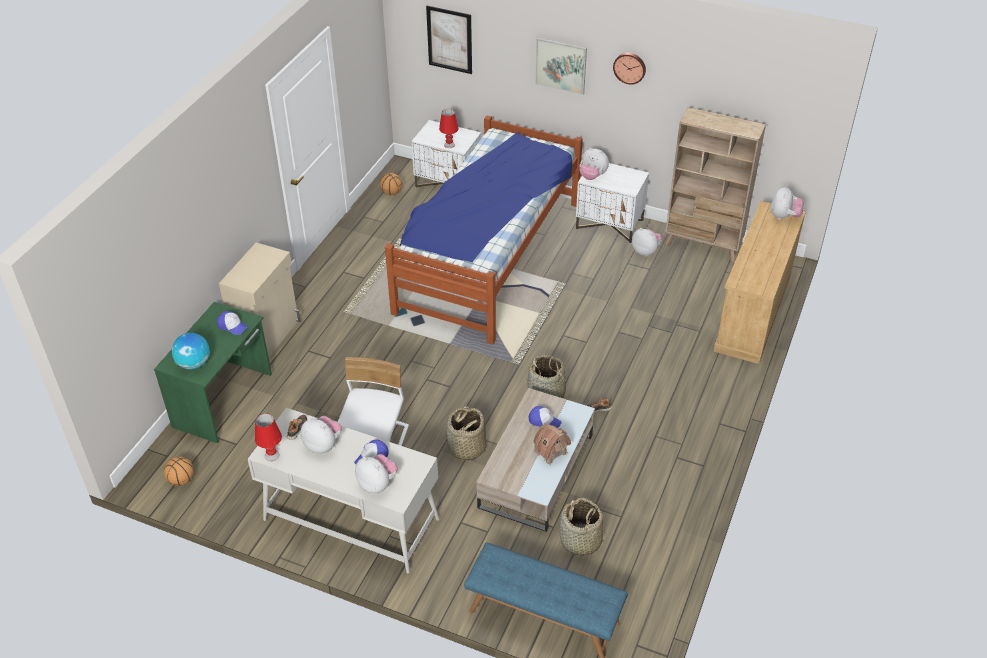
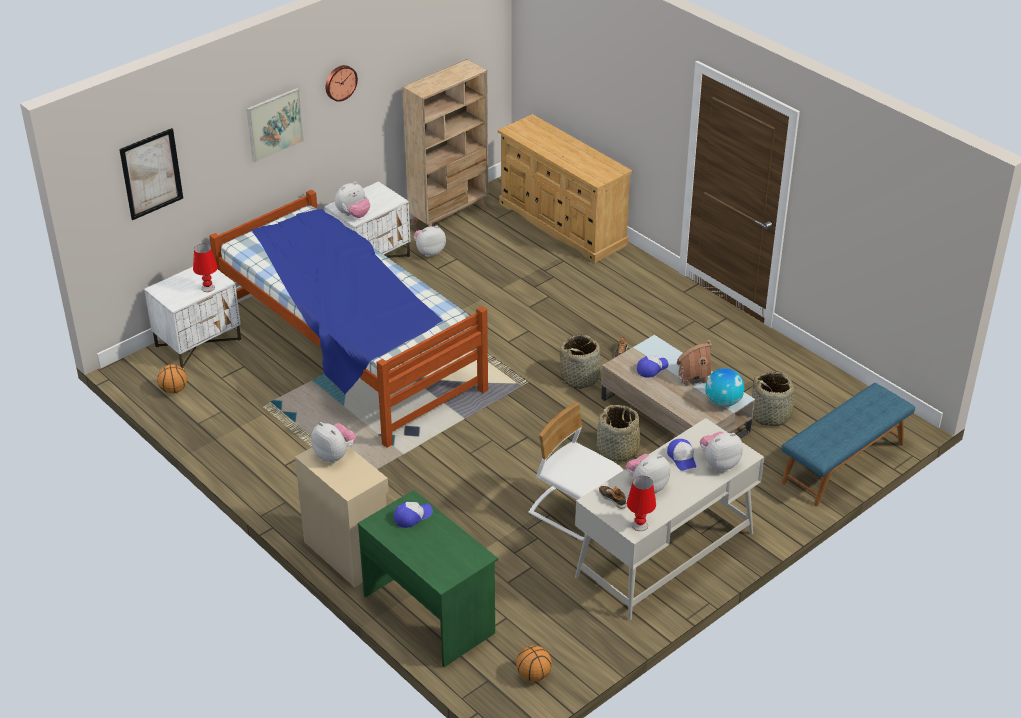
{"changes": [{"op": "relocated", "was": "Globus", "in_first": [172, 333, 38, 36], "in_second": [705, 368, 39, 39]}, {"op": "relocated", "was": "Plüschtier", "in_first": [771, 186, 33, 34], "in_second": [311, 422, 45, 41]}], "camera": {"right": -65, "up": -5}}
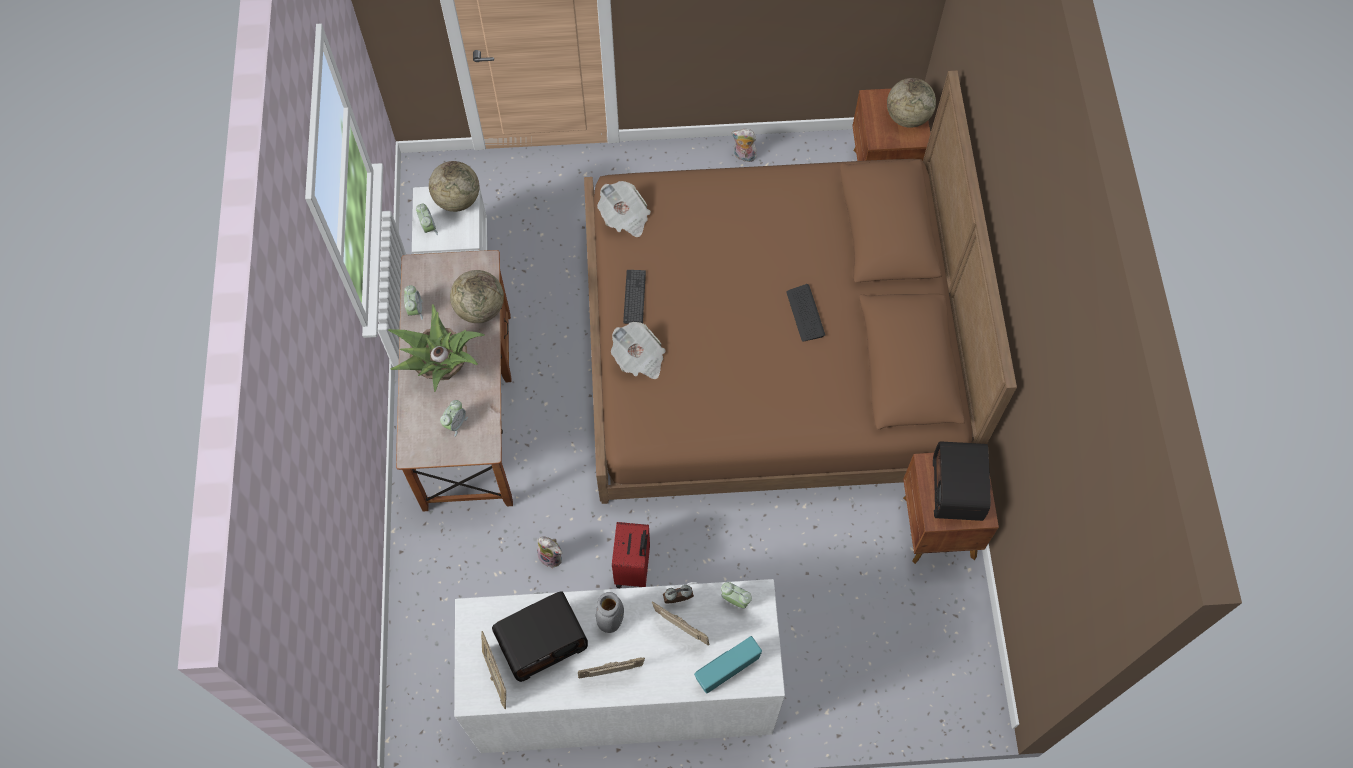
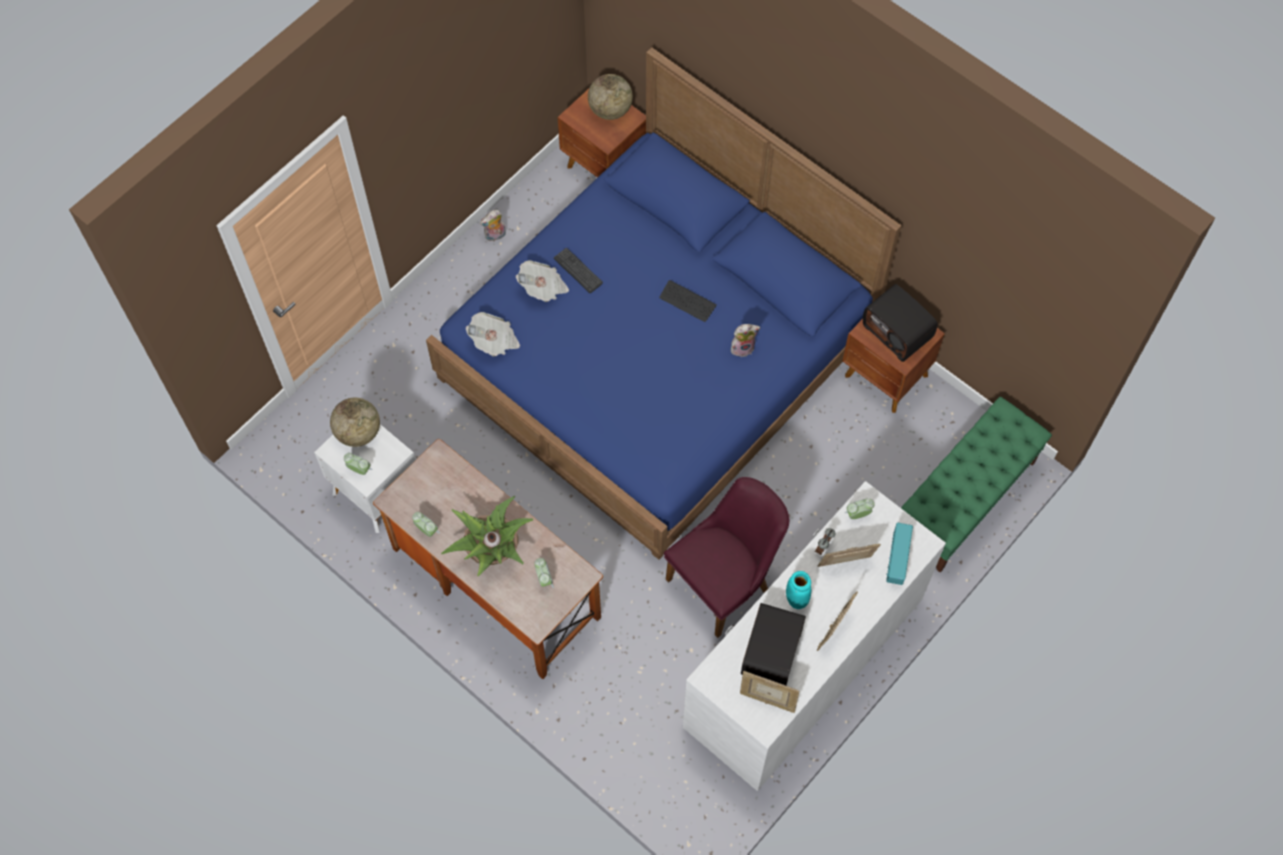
{"changes": [{"op": "missing", "was": "Globus", "in_first": [450, 270, 54, 53]}, {"op": "relocated", "was": "Plüschtier", "in_first": [537, 537, 26, 31], "in_second": [731, 324, 29, 33]}, {"op": "colour", "was": "Bett (braun)", "now": "Bett (blau)", "in_first": [584, 71, 433, 433], "in_second": [426, 47, 476, 513]}, {"op": "colour", "was": "Vase (grau)", "now": "Vase (türkis)", "in_first": [596, 592, 28, 41], "in_second": [786, 571, 25, 38]}, {"op": "relocated", "was": "Zeitung", "in_first": [611, 322, 55, 57], "in_second": [516, 260, 53, 42]}, {"op": "exchanged", "was": "Koffer (rot)", "now": "Stuhl (lila)", "in_first": [612, 522, 38, 66], "in_second": [664, 477, 126, 161]}, {"op": "relocated", "was": "Tastatur", "in_first": [623, 270, 23, 54], "in_second": [554, 248, 49, 45]}, {"op": "appeared", "now": "Bank (grün)", "in_second": [901, 397, 151, 176]}], "camera": {"right": -45, "up": 0}}
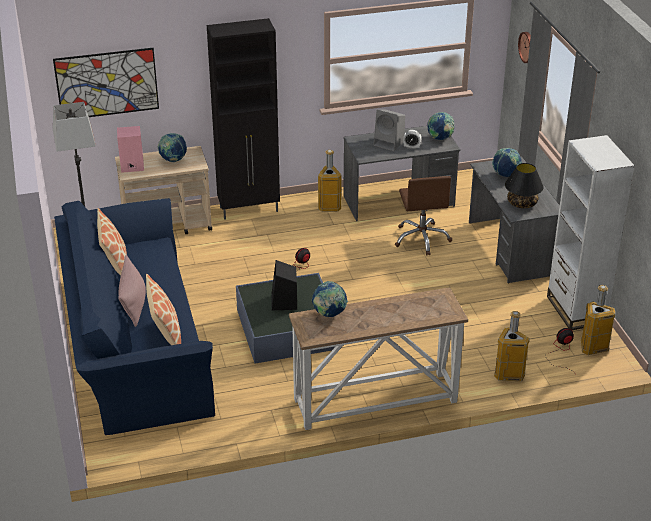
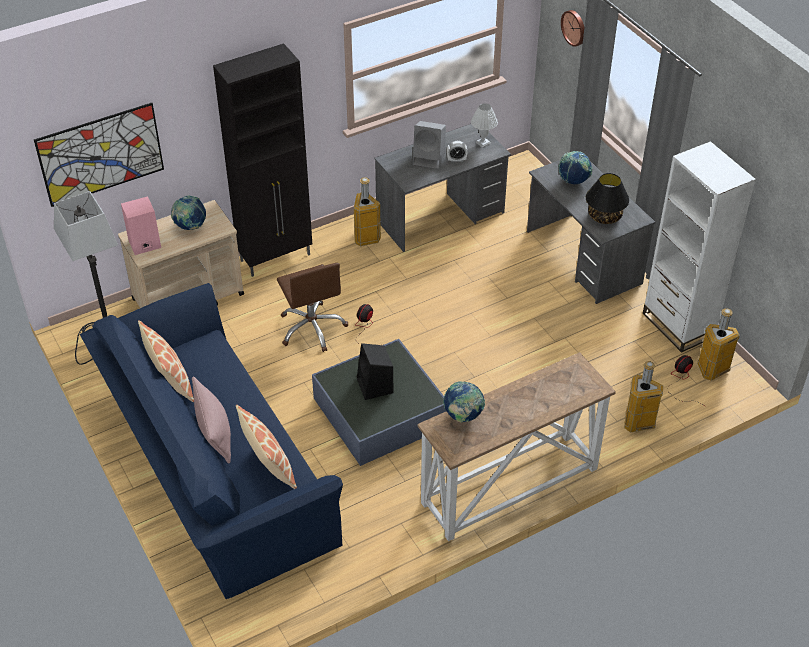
{"changes": [{"op": "relocated", "was": "Bürostuhl (braun)", "in_first": [395, 176, 57, 80], "in_second": [277, 263, 71, 89]}, {"op": "exchanged", "was": "Globus", "now": "Tischlampe (weiß)", "in_first": [428, 112, 26, 28], "in_second": [471, 103, 27, 45]}], "camera": {"right": -15, "up": 10}}
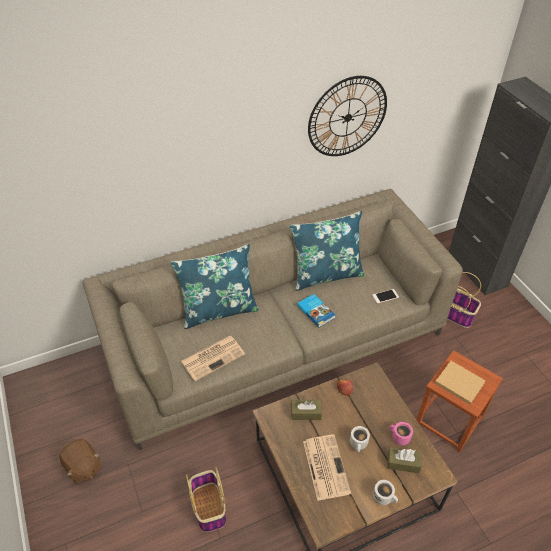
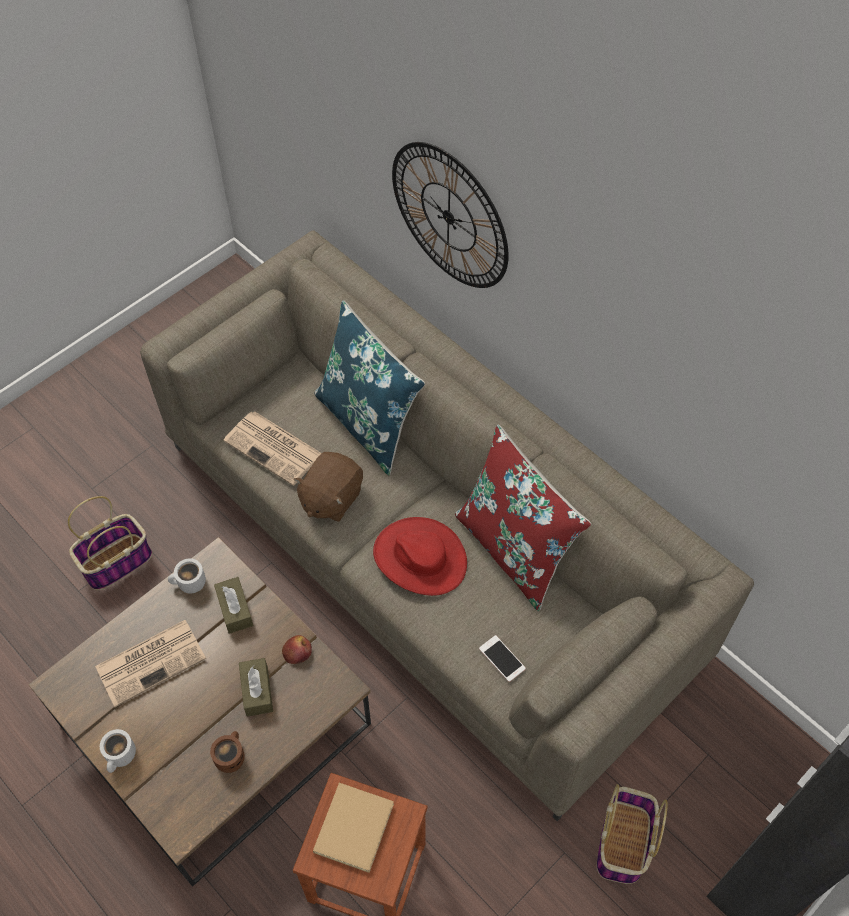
{"changes": [{"op": "relocated", "was": "Plüschtier (braun)", "in_first": [59, 439, 42, 45], "in_second": [294, 452, 69, 70]}, {"op": "colour", "was": "Kissen (blau)", "now": "Kissen (rot)", "in_first": [290, 211, 74, 80], "in_second": [455, 424, 136, 187]}, {"op": "exchanged", "was": "Buch", "now": "Hut (rot)", "in_first": [297, 294, 38, 34], "in_second": [373, 517, 94, 79]}, {"op": "relocated", "was": "Wanduhr", "in_first": [308, 76, 79, 80], "in_second": [392, 142, 117, 146]}, {"op": "relocated", "was": "Henkelbecher (weiß)", "in_first": [350, 426, 20, 26], "in_second": [168, 558, 38, 36]}, {"op": "relocated", "was": "Taschentuchbox (braun)", "in_first": [387, 447, 34, 26], "in_second": [239, 658, 34, 59]}, {"op": "colour", "was": "Henkelbecher (rosa)", "now": "Henkelbecher (braun)", "in_first": [389, 422, 24, 23], "in_second": [210, 731, 35, 42]}], "camera": {"right": 70, "up": 10}}
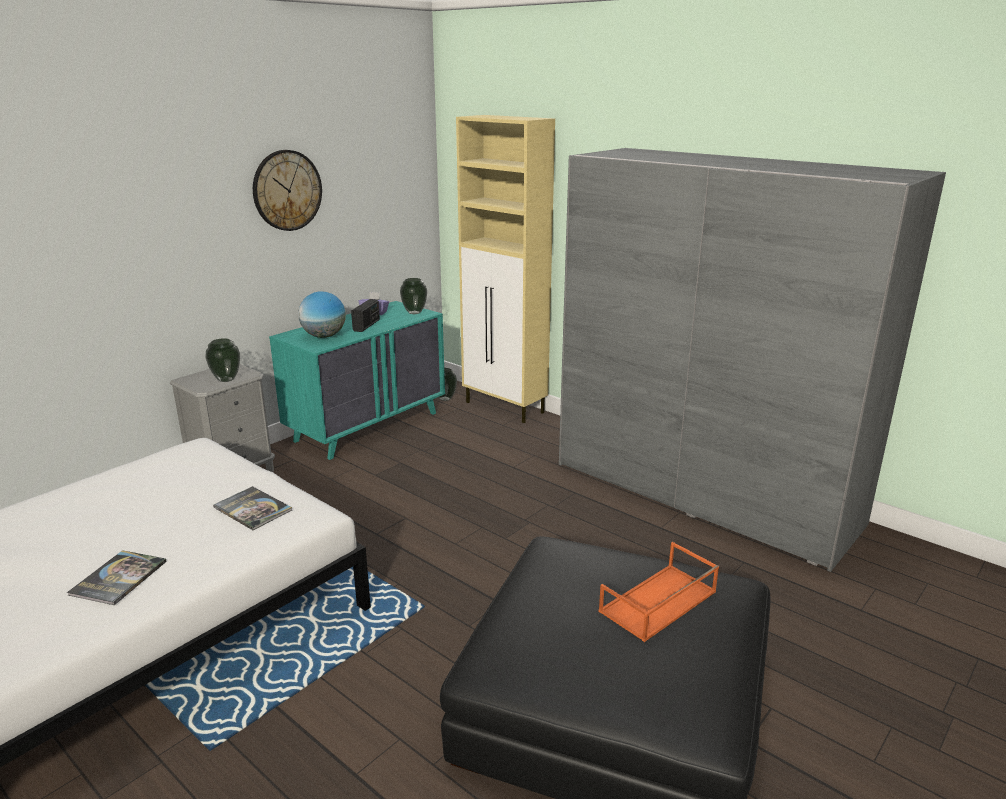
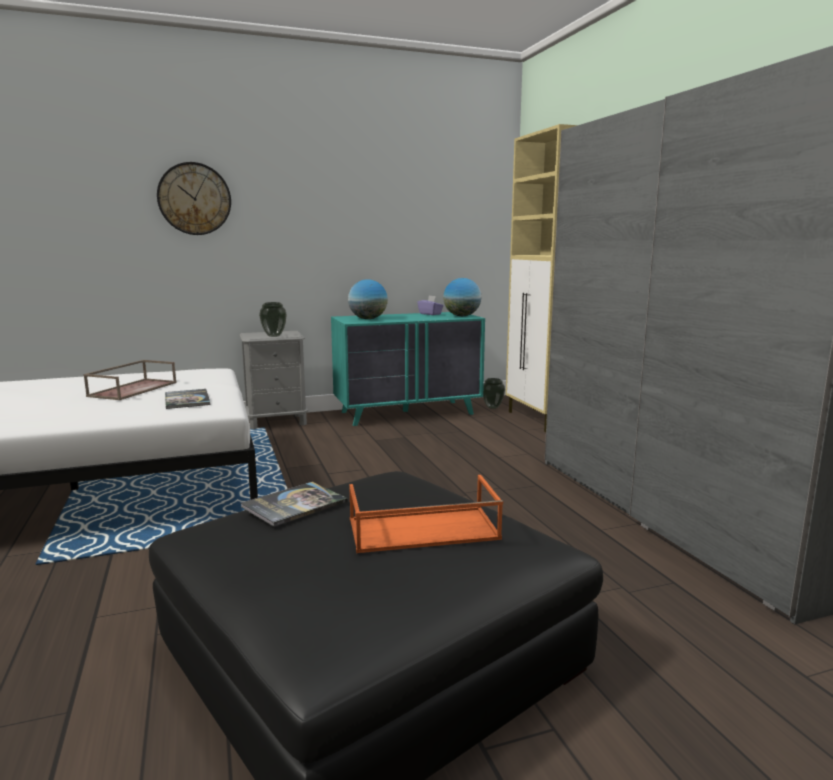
{"changes": [{"op": "relocated", "was": "Buch", "in_first": [67, 550, 100, 55], "in_second": [241, 482, 107, 45]}, {"op": "relocated", "was": "Wanduhr", "in_first": [253, 150, 69, 81], "in_second": [157, 162, 74, 73]}, {"op": "missing", "was": "Radio", "in_first": [351, 299, 29, 33]}, {"op": "exchanged", "was": "Vase", "now": "Globus", "in_first": [400, 278, 27, 36], "in_second": [443, 278, 39, 38]}, {"op": "appeared", "now": "Tablett (braun)", "in_second": [83, 360, 94, 40]}], "camera": {"right": 30, "up": -10}}
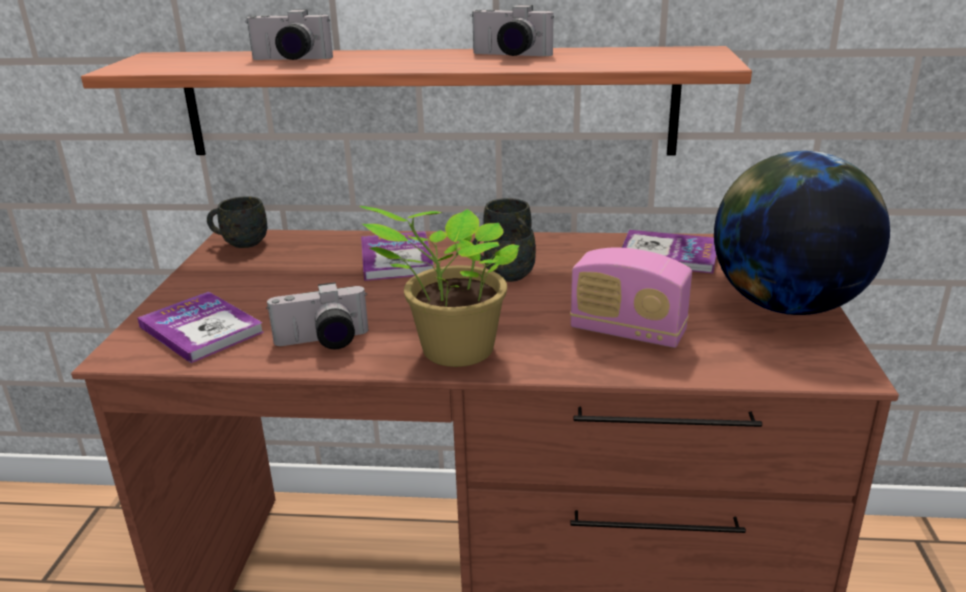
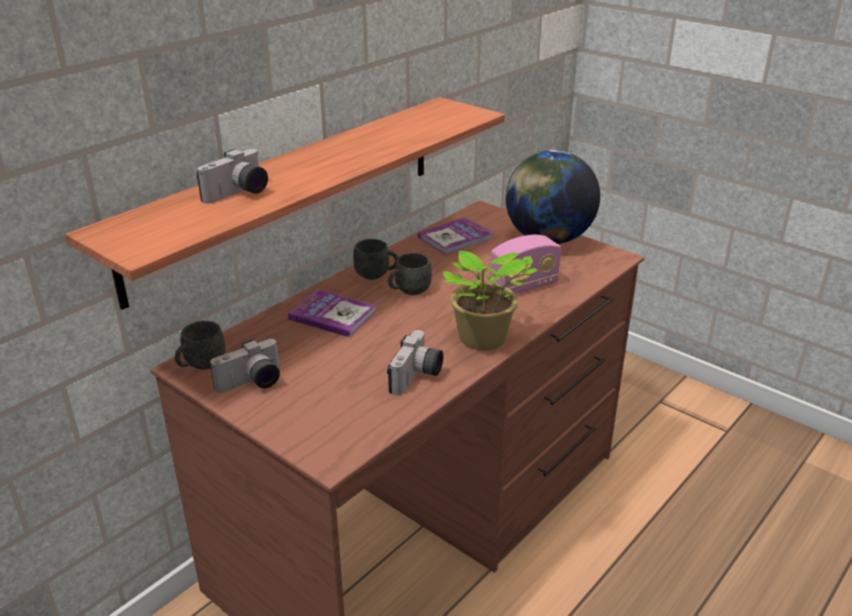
{"changes": [{"op": "missing", "was": "Buch", "in_first": [137, 291, 127, 72]}, {"op": "relocated", "was": "Kamera", "in_first": [470, 5, 84, 51], "in_second": [210, 339, 70, 54]}], "camera": {"right": -55, "up": 5}}
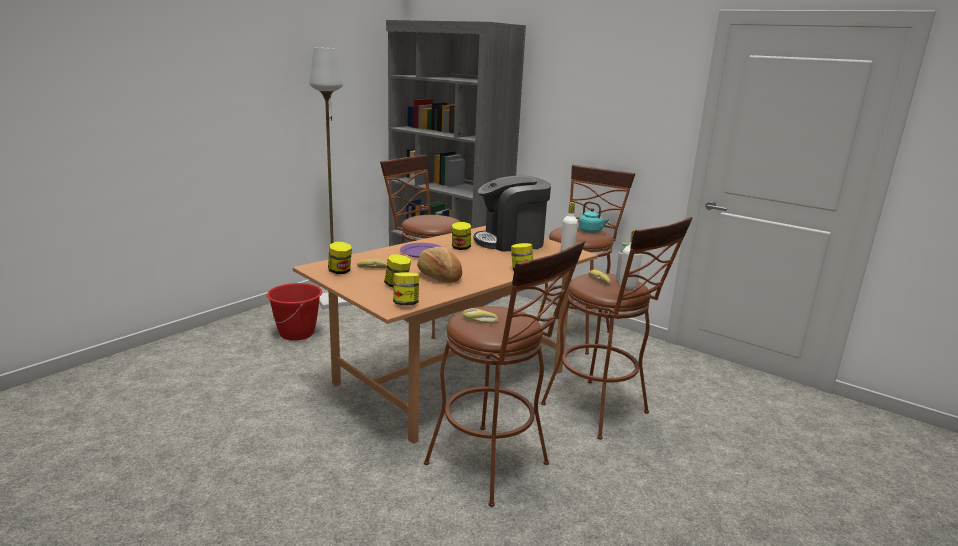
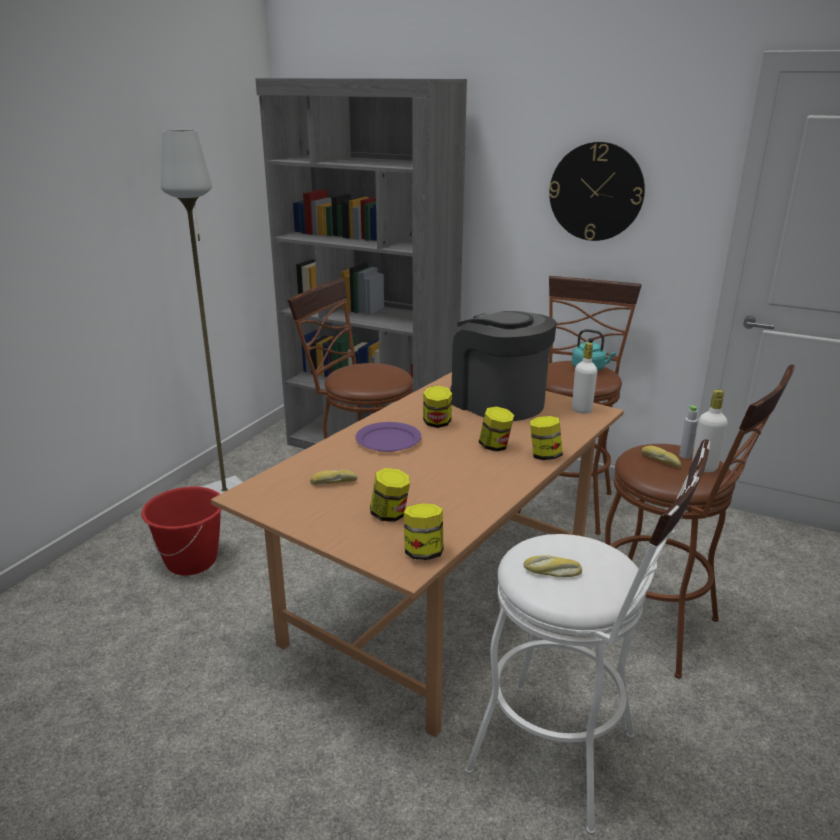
{"changes": [{"op": "relocated", "was": "Vorratsglas", "in_first": [328, 242, 24, 32], "in_second": [478, 406, 36, 46]}, {"op": "missing", "was": "Brot", "in_first": [417, 247, 45, 36]}, {"op": "colour", "was": "Hocker (braun)", "now": "Hocker (weiß)", "in_first": [424, 240, 161, 267], "in_second": [465, 439, 245, 396]}, {"op": "spun", "was": "Kaffeemaschine", "in_first": [474, 176, 77, 75], "in_second": [450, 311, 107, 110], "clockwise": 75}, {"op": "appeared", "now": "Wanduhr", "in_second": [549, 142, 96, 99]}], "camera": {"right": -10, "up": 5}}
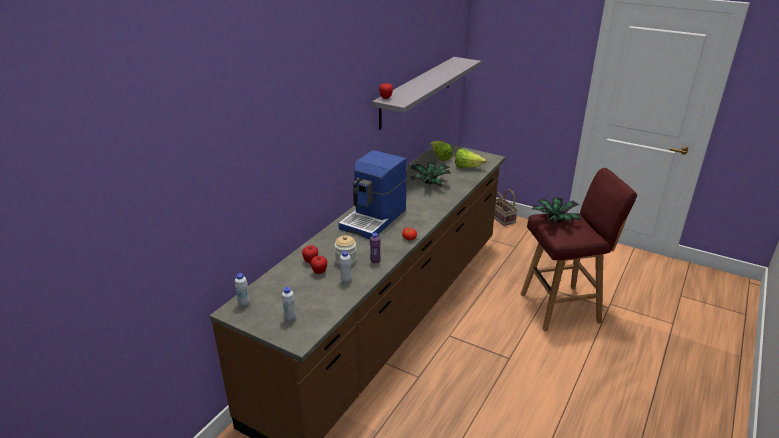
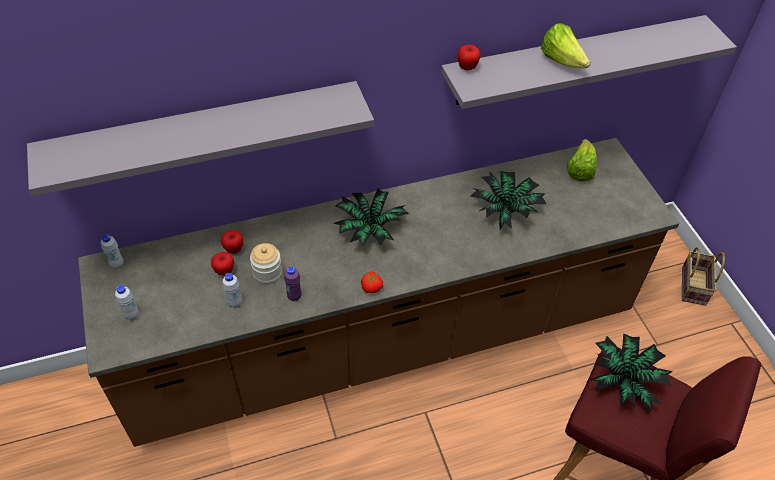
{"changes": [{"op": "exchanged", "was": "Kaffeemaschine", "now": "Topfpflanze", "in_first": [338, 150, 69, 89], "in_second": [333, 188, 76, 58]}, {"op": "relocated", "was": "Salatkopf", "in_first": [455, 149, 31, 19], "in_second": [541, 23, 50, 45]}, {"op": "appeared", "now": "Wandregal (grau)", "in_second": [27, 81, 347, 115]}], "camera": {"right": 40, "up": 20}}
